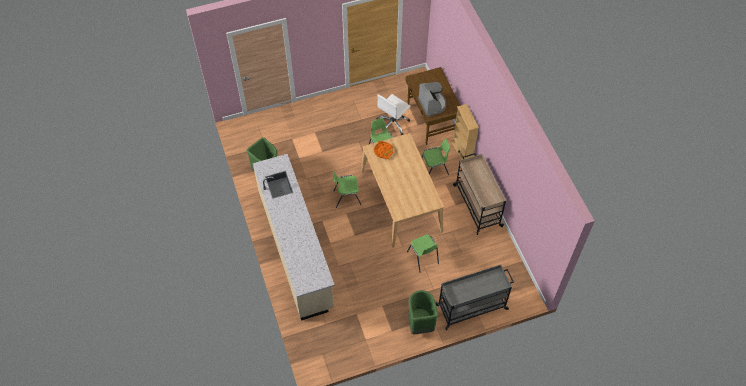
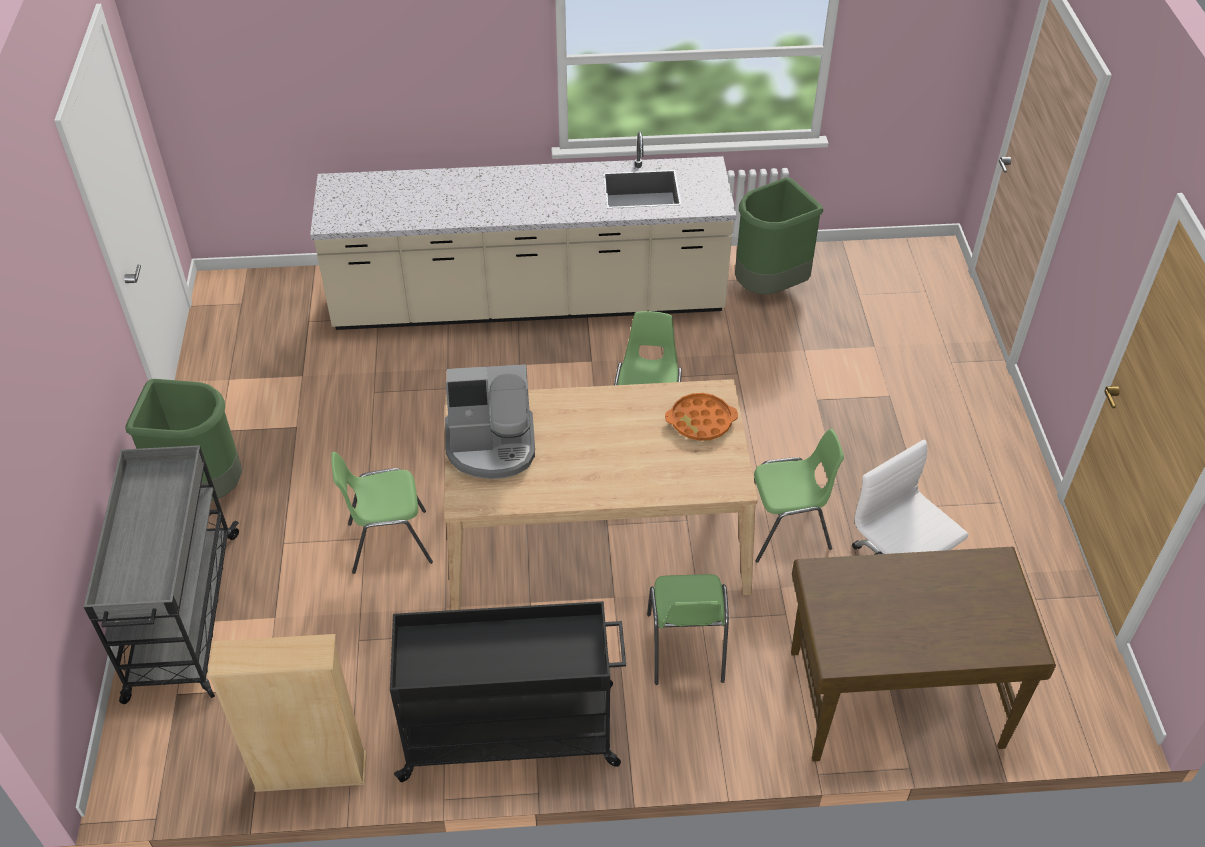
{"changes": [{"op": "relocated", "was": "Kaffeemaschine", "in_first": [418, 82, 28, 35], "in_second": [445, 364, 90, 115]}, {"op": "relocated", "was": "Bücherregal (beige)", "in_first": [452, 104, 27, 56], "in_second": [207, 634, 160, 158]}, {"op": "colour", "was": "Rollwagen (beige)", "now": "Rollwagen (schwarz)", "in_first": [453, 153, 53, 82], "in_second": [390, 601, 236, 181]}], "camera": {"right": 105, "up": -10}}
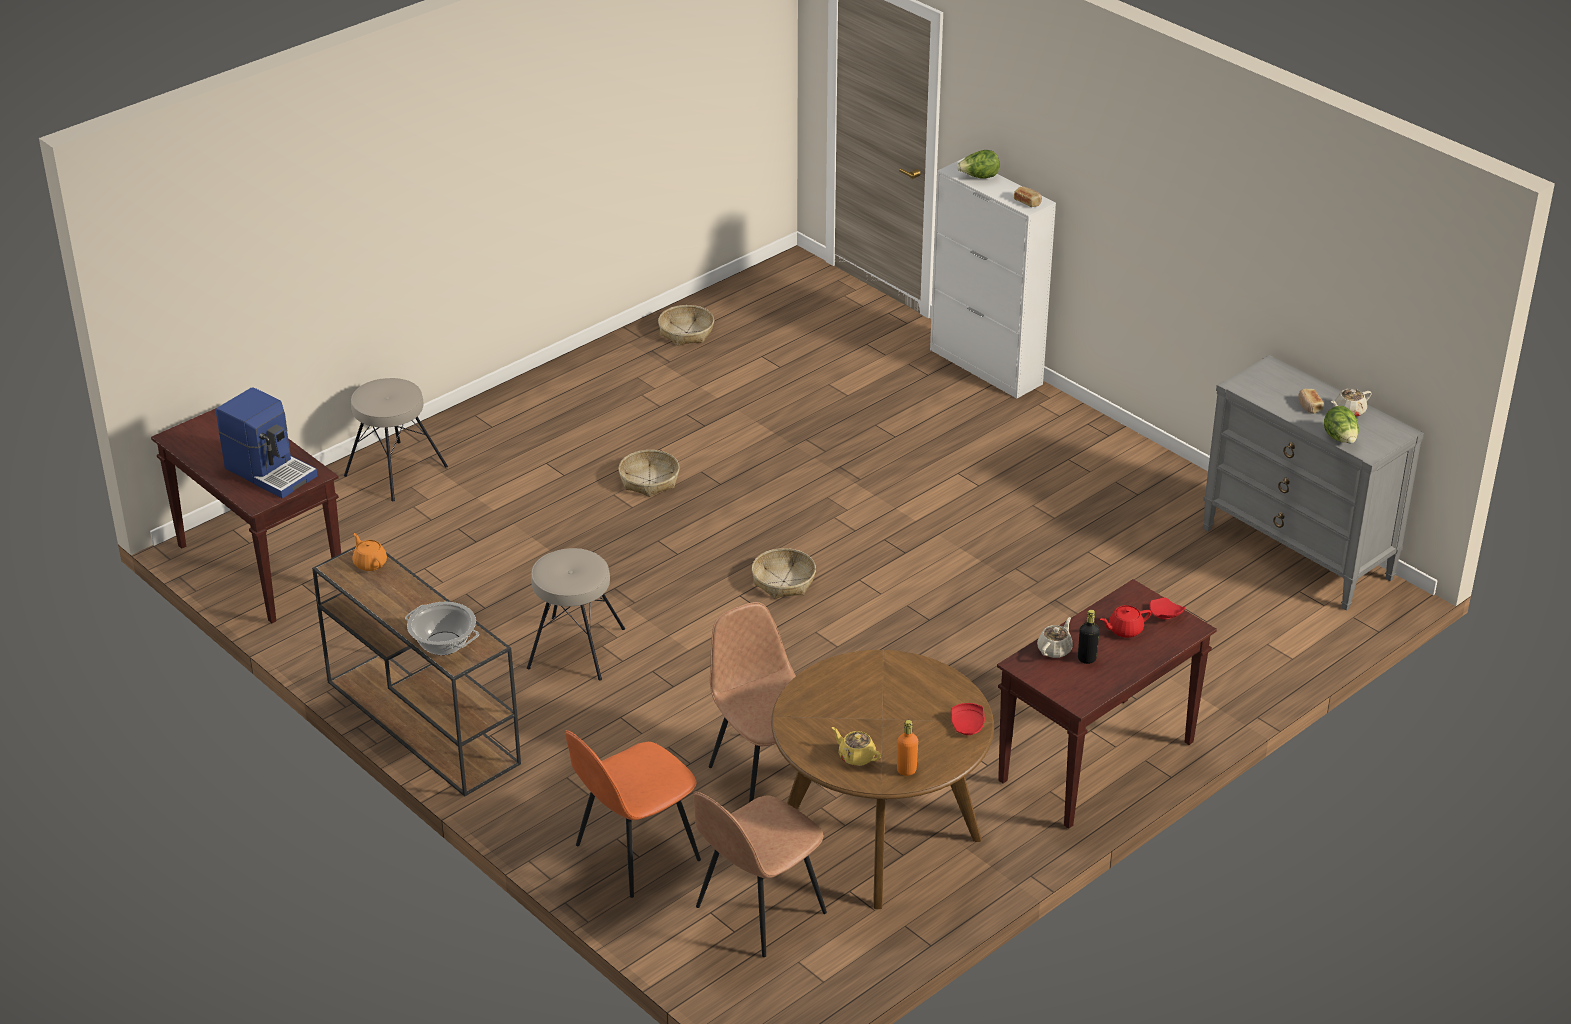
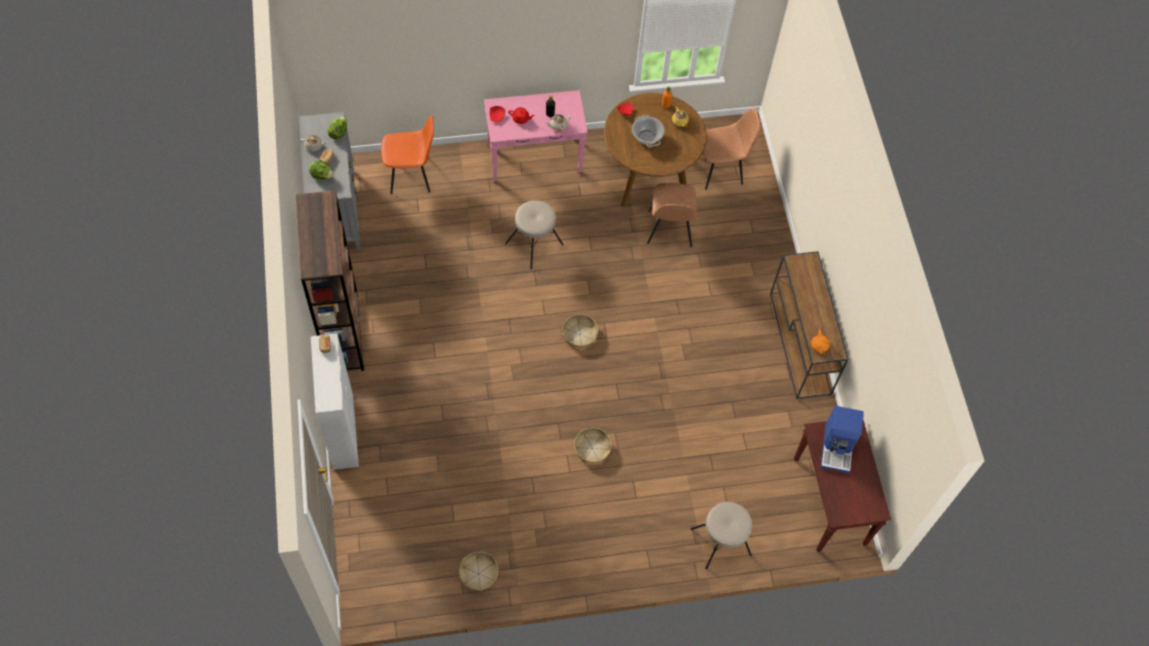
{"changes": [{"op": "spun", "was": "Kaffeemaschine", "in_first": [216, 387, 102, 112], "in_second": [820, 406, 44, 67], "clockwise": -150}, {"op": "relocated", "was": "Kochtopf", "in_first": [405, 602, 74, 53], "in_second": [632, 115, 33, 32]}, {"op": "relocated", "was": "Hocker (beige)", "in_first": [527, 548, 98, 133], "in_second": [505, 200, 59, 69]}, {"op": "relocated", "was": "Stuhl (orange)", "in_first": [565, 730, 136, 168], "in_second": [381, 115, 53, 79]}, {"op": "relocated", "was": "Salatkopf", "in_first": [957, 150, 43, 29], "in_second": [309, 161, 25, 19]}, {"op": "colour", "was": "Konsolentisch (braun)", "now": "Konsolentisch (rosa)", "in_first": [997, 579, 220, 250], "in_second": [484, 90, 104, 91]}, {"op": "appeared", "now": "Bücherregal (braun)", "in_second": [295, 190, 69, 181]}], "camera": {"right": -150, "up": 25}}
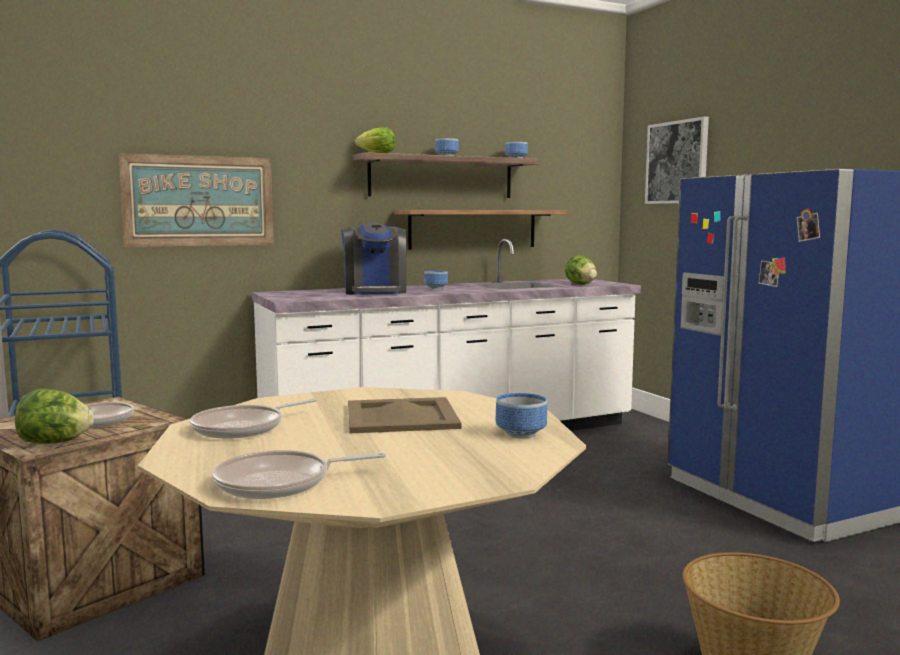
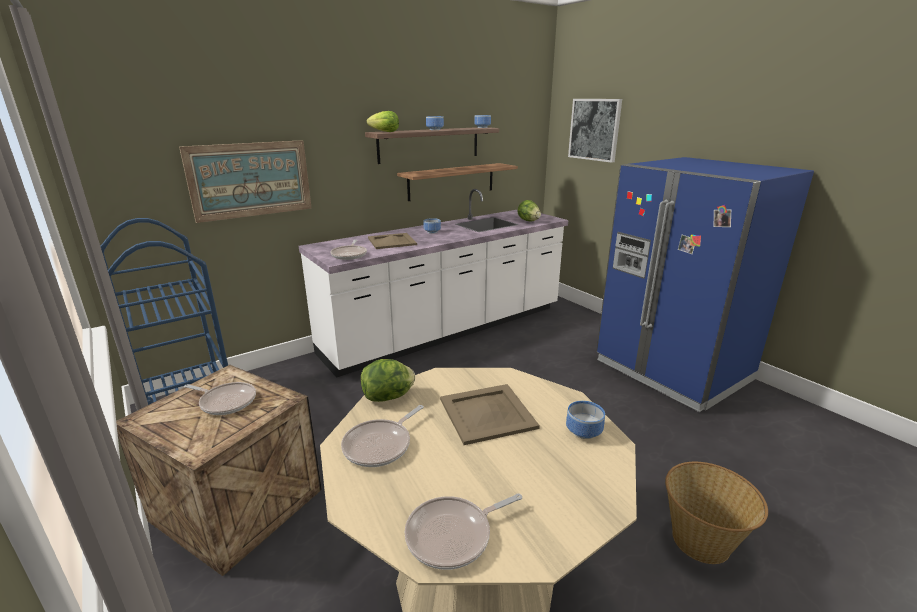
{"changes": [{"op": "relocated", "was": "Salatkopf", "in_first": [15, 389, 79, 55], "in_second": [361, 359, 54, 43]}, {"op": "exchanged", "was": "Kaffeemaschine", "now": "Tablett (beige)", "in_first": [341, 222, 65, 72], "in_second": [368, 233, 49, 16]}, {"op": "appeared", "now": "Pfanne", "in_second": [330, 240, 37, 20]}], "camera": {"right": -10, "up": 15}}
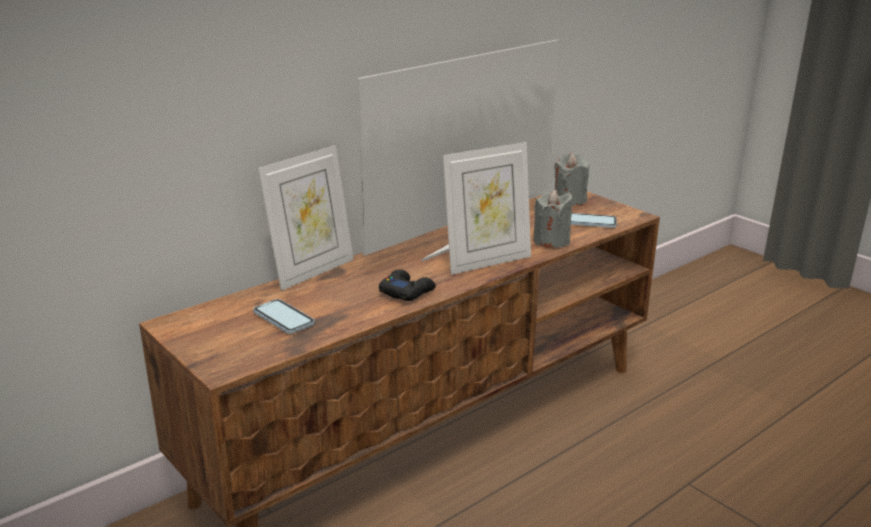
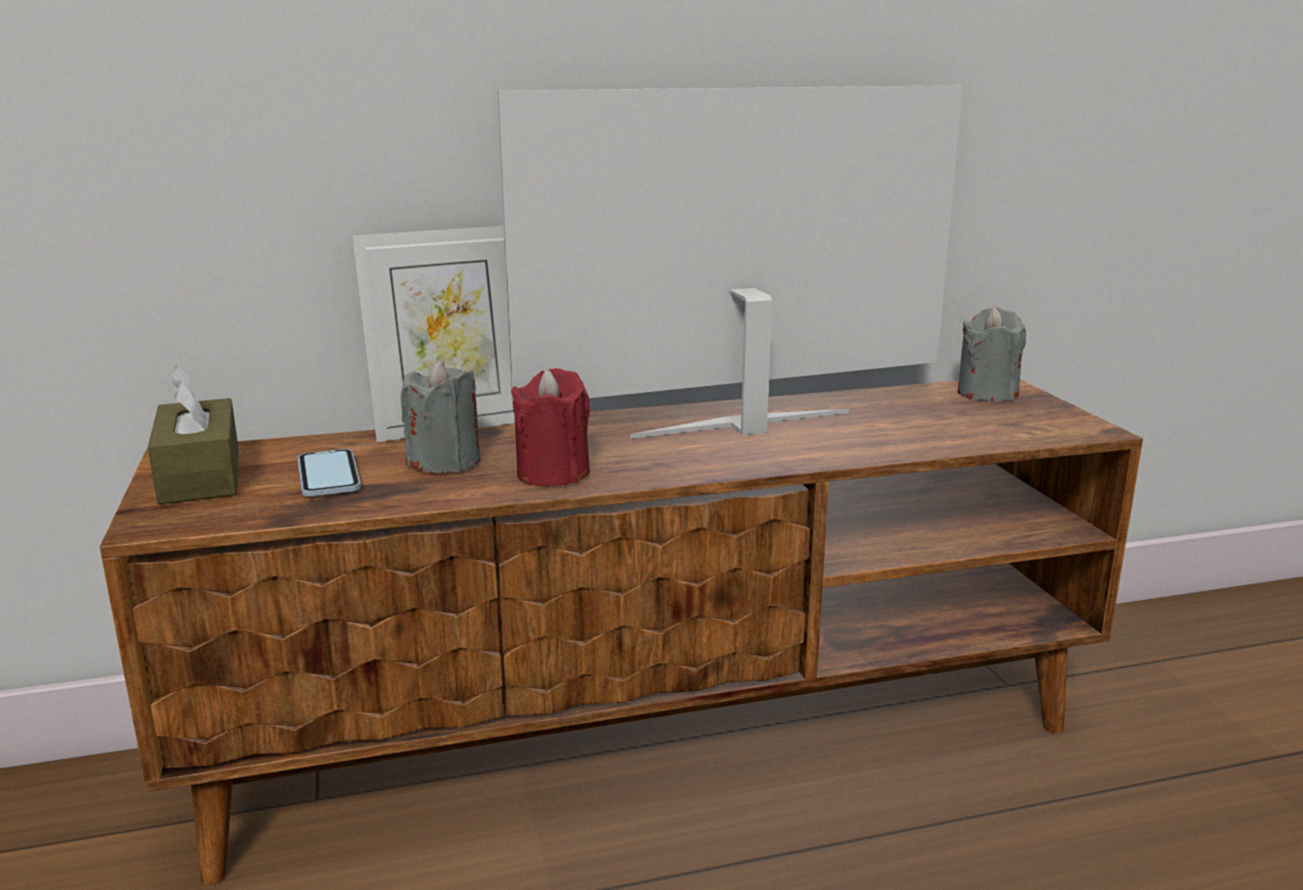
{"changes": [{"op": "exchanged", "was": "Gamepad (schwarz)", "now": "Kerze (rot)", "in_first": [379, 269, 57, 32], "in_second": [511, 368, 79, 118]}, {"op": "missing", "was": "Bilderrahmen", "in_first": [443, 142, 88, 133]}, {"op": "relocated", "was": "Kerze (grau)", "in_first": [533, 189, 39, 59], "in_second": [401, 359, 79, 114]}, {"op": "missing", "was": "Handy", "in_first": [571, 213, 46, 15]}, {"op": "appeared", "now": "Taschentuchbox (braun)", "in_second": [148, 365, 91, 139]}], "camera": {"right": 25, "up": -5}}
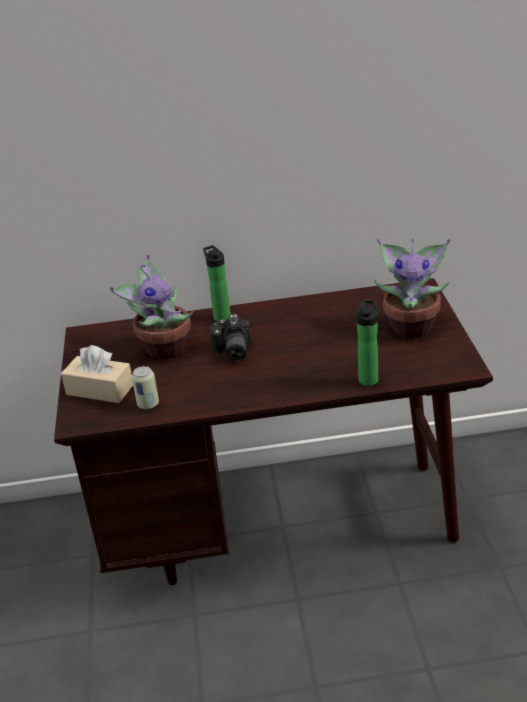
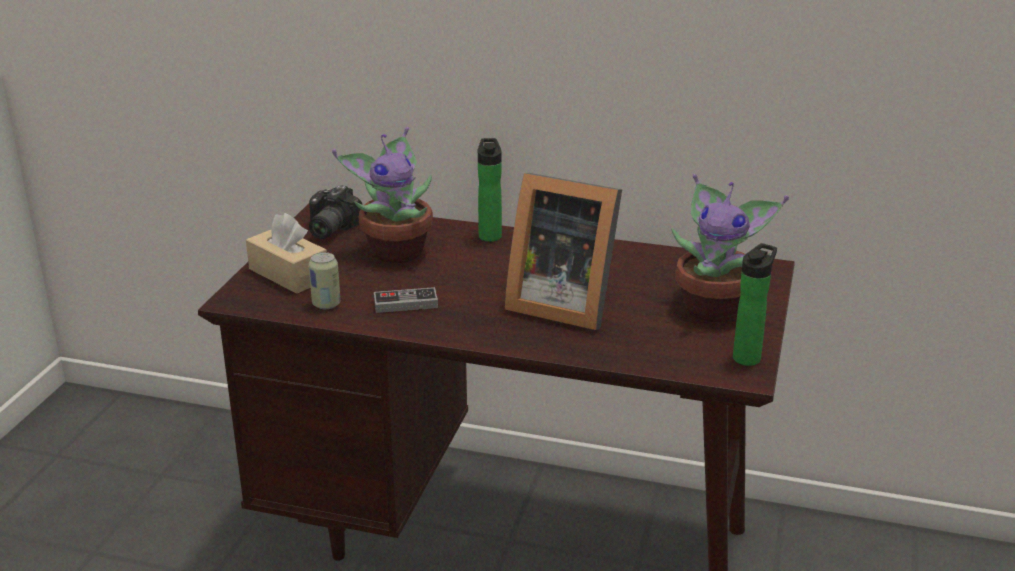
{"changes": [{"op": "relocated", "was": "Kamera", "in_first": [209, 314, 42, 48], "in_second": [309, 185, 53, 54]}, {"op": "relocated", "was": "Flasche", "in_first": [357, 300, 21, 86], "in_second": [733, 243, 44, 123]}, {"op": "appeared", "now": "Gamepad", "in_second": [374, 287, 64, 26]}, {"op": "appeared", "now": "Bilderrahmen", "in_second": [505, 173, 117, 157]}], "camera": {"right": 20, "up": -5}}
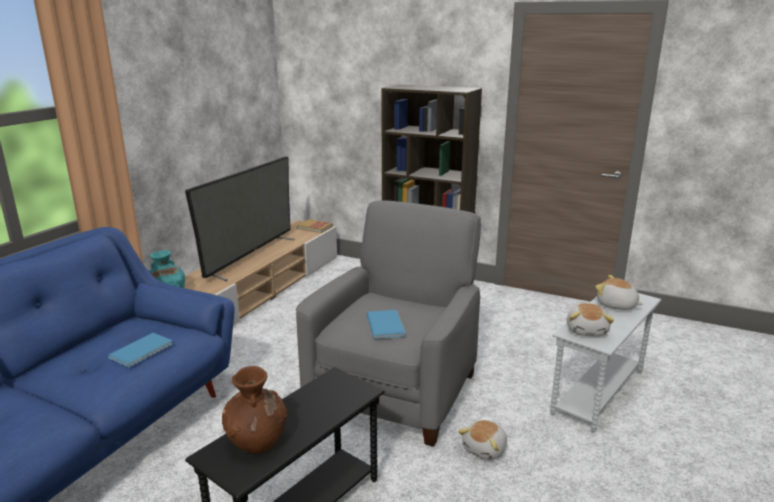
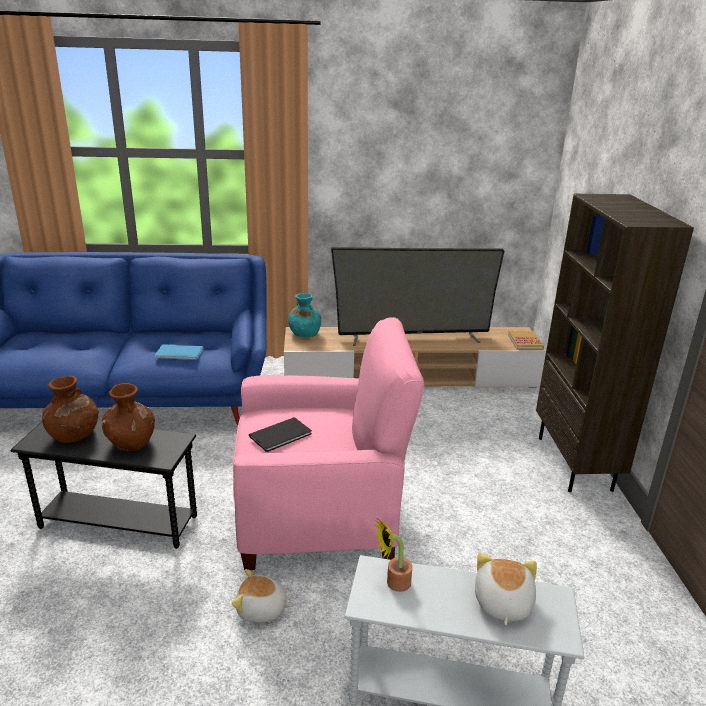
{"changes": [{"op": "colour", "was": "Sessel (grau)", "now": "Sessel (rosa)", "in_first": [296, 200, 185, 247], "in_second": [233, 317, 191, 253]}, {"op": "colour", "was": "Buch (blau)", "now": "Buch (schwarz)", "in_first": [367, 310, 38, 29], "in_second": [249, 417, 63, 35]}, {"op": "exchanged", "was": "Plüschtier", "now": "Topfpflanze", "in_first": [567, 303, 47, 34], "in_second": [374, 519, 39, 73]}, {"op": "appeared", "now": "Vase (braun)", "in_second": [101, 383, 54, 68]}], "camera": {"right": 60, "up": 5}}
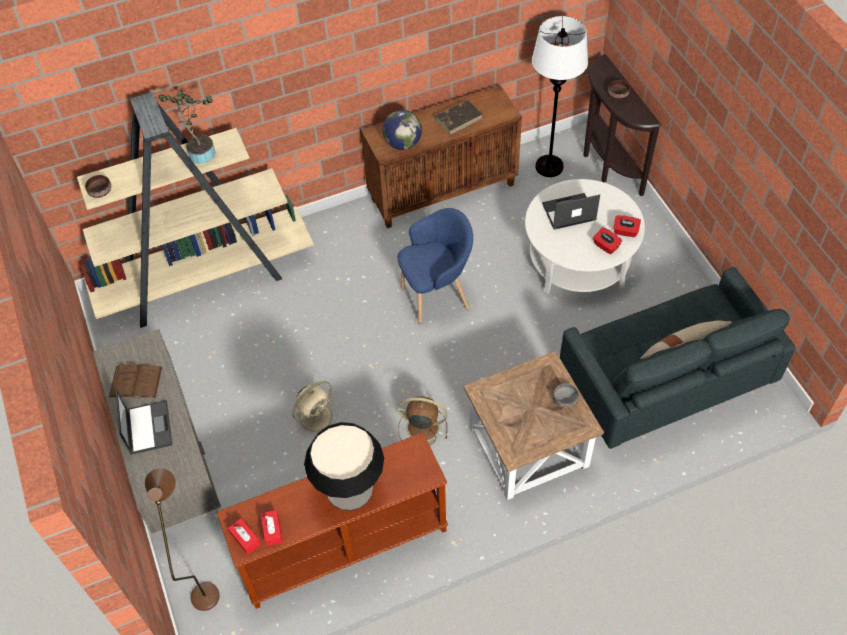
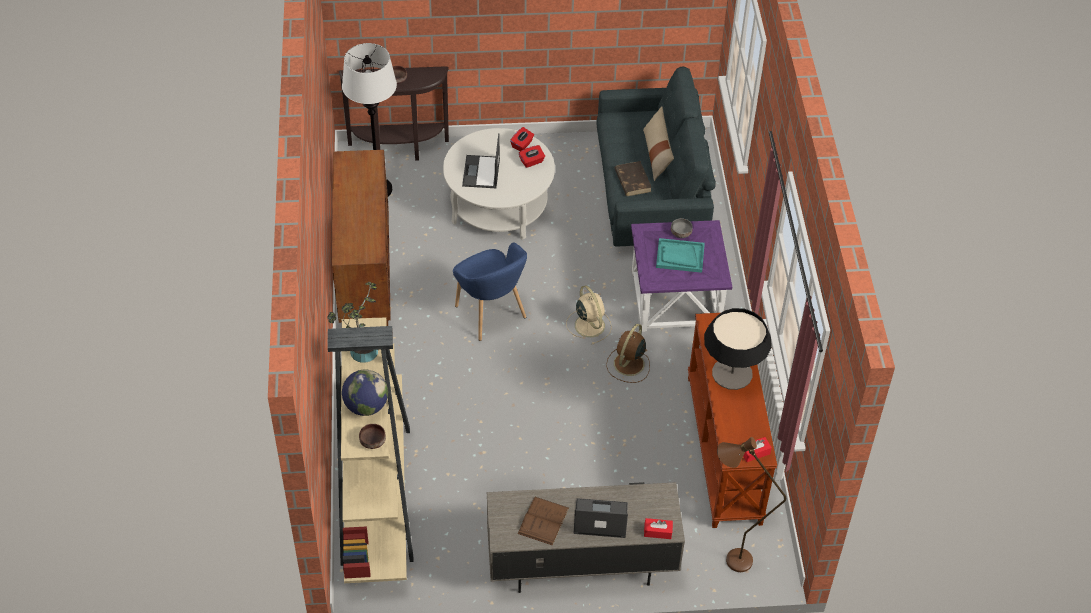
{"changes": [{"op": "relocated", "was": "Taschentuchbox (rot)", "in_first": [261, 510, 22, 36], "in_second": [644, 518, 29, 21]}, {"op": "relocated", "was": "Ventilator (beige)", "in_first": [291, 381, 50, 57], "in_second": [566, 285, 46, 59]}, {"op": "relocated", "was": "Globus", "in_first": [383, 110, 39, 40], "in_second": [342, 370, 46, 46]}, {"op": "spun", "was": "Sessel (blau)", "in_first": [397, 208, 76, 116], "in_second": [453, 243, 74, 98], "clockwise": 150}, {"op": "relocated", "was": "Buch (braun)", "in_first": [434, 99, 49, 36], "in_second": [615, 161, 37, 35]}, {"op": "colour", "was": "Beistelltisch (braun)", "now": "Beistelltisch (lila)", "in_first": [464, 351, 140, 149], "in_second": [631, 220, 101, 112]}, {"op": "appeared", "now": "Tablett (türkis)", "in_second": [656, 238, 49, 35]}], "camera": {"right": -75, "up": -5}}
